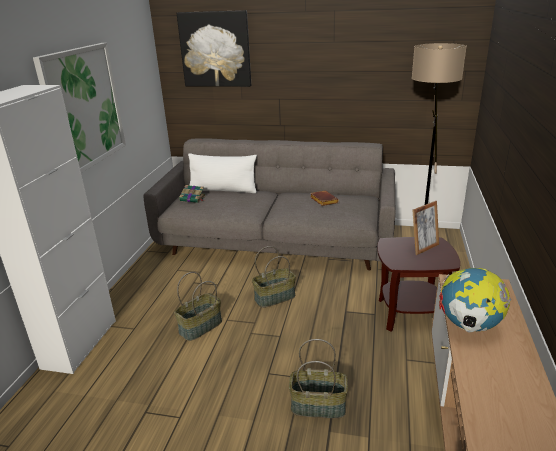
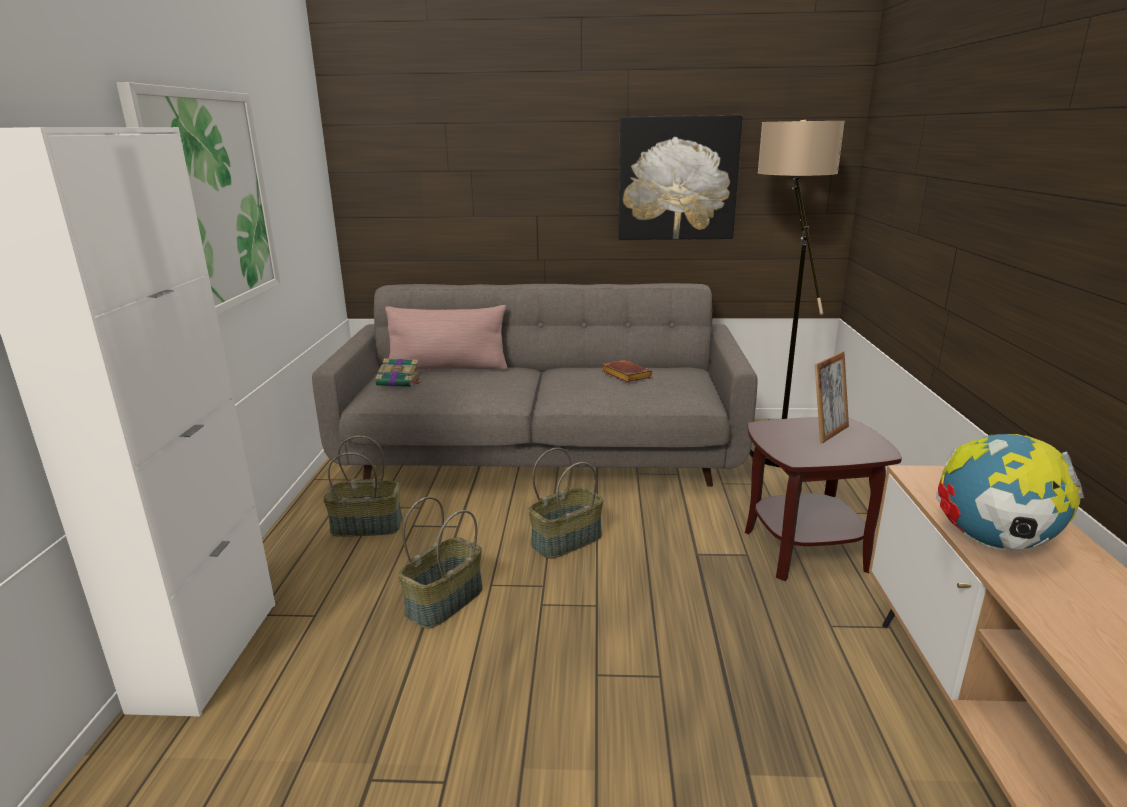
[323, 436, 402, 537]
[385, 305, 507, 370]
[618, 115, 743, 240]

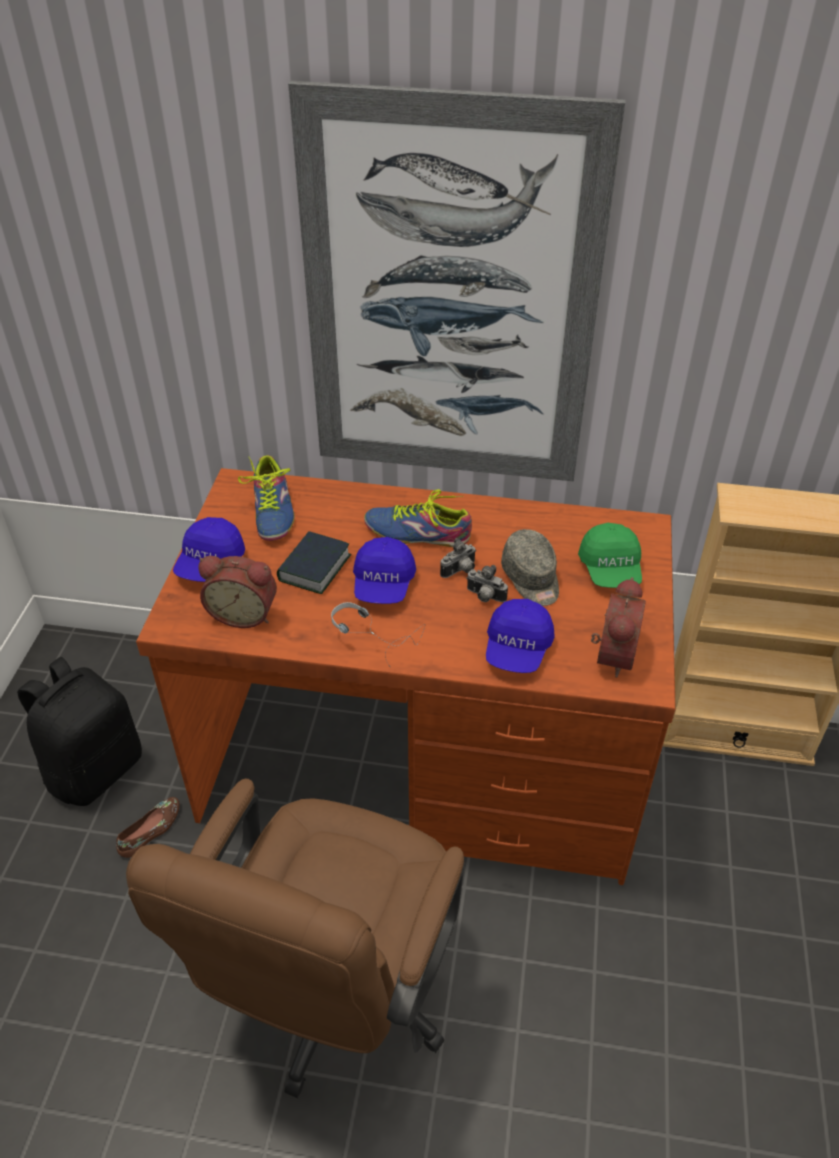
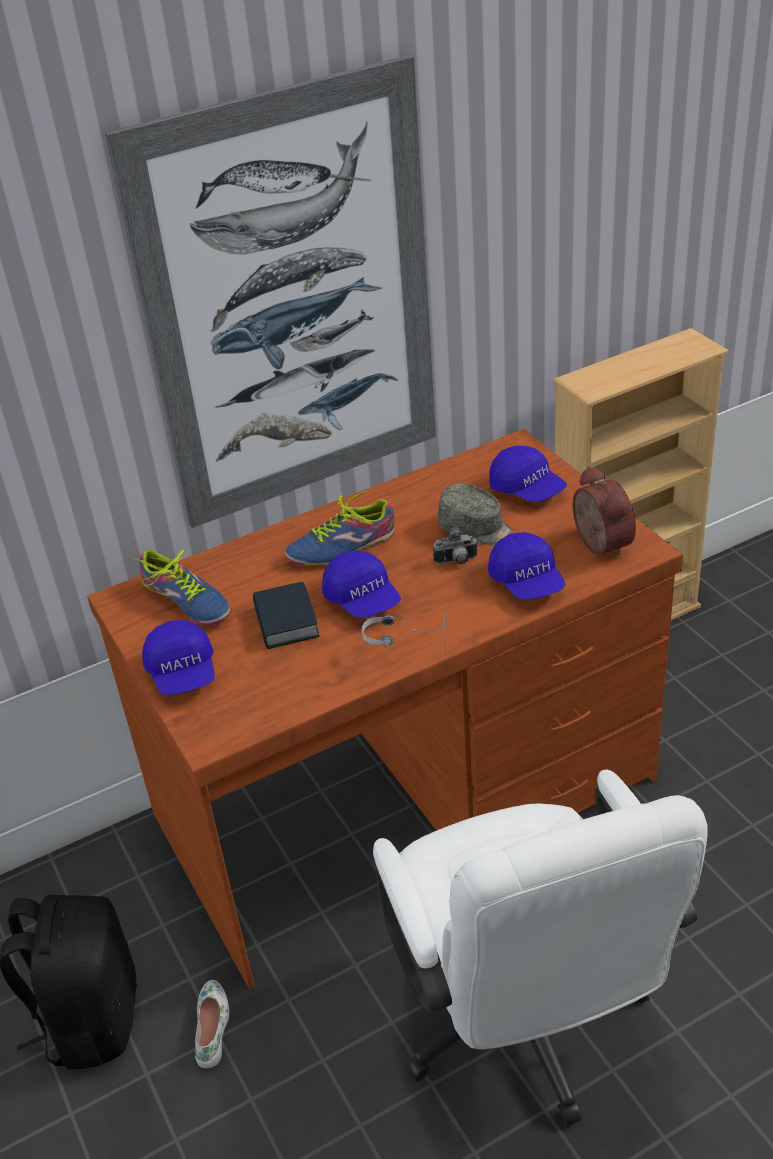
[195, 980, 229, 1068]
[372, 770, 708, 1126]
[489, 446, 567, 503]
[198, 556, 277, 628] (first image)
[440, 538, 476, 578] (first image)

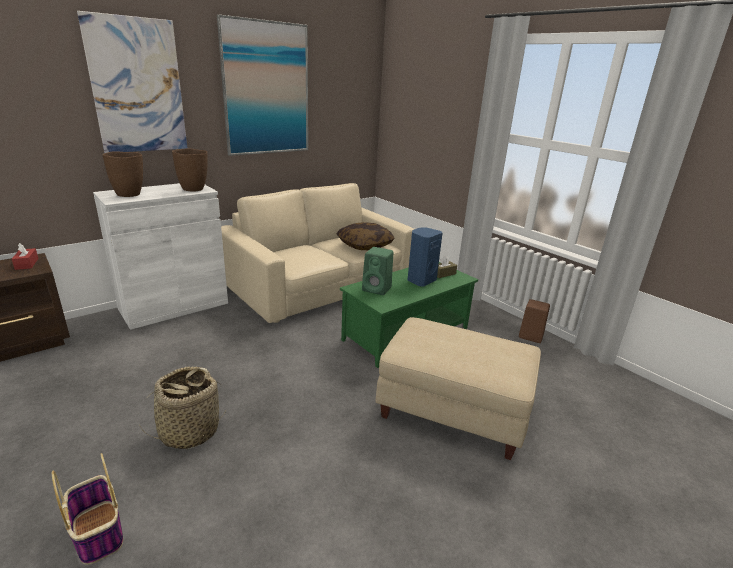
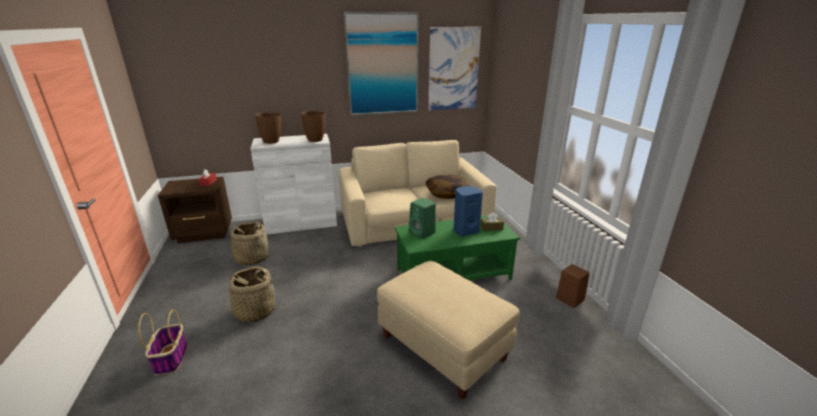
[230, 222, 270, 266]
[428, 27, 481, 110]

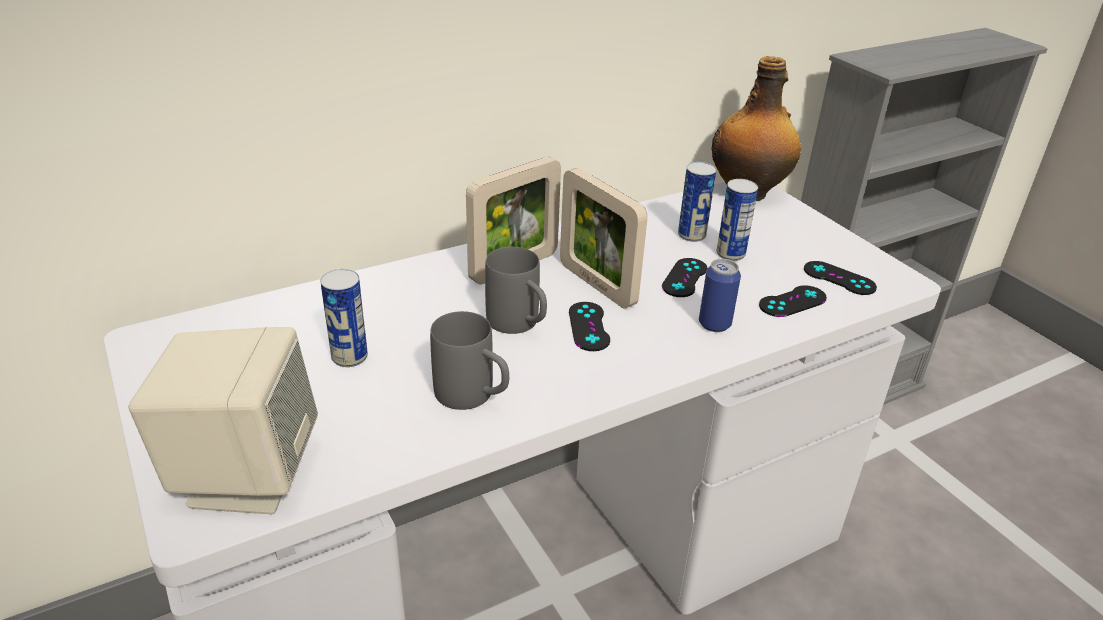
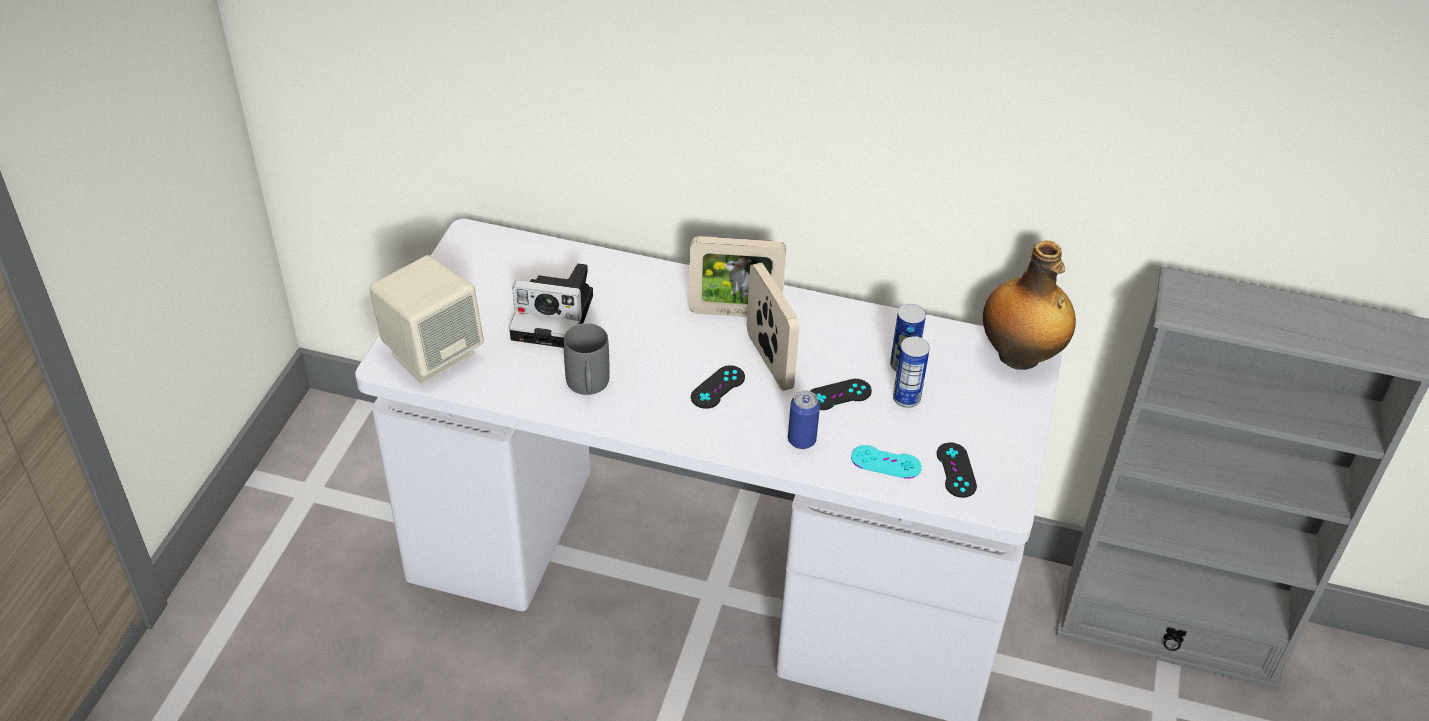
[509, 263, 593, 348]
[747, 262, 799, 391]
[851, 445, 922, 479]
[485, 247, 547, 334] (first image)

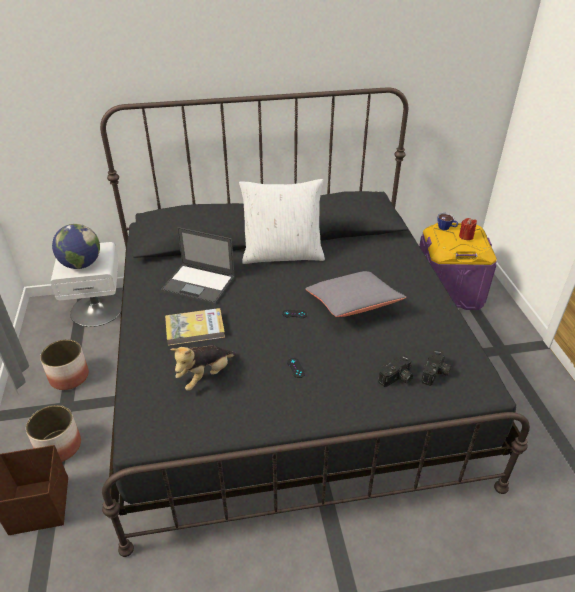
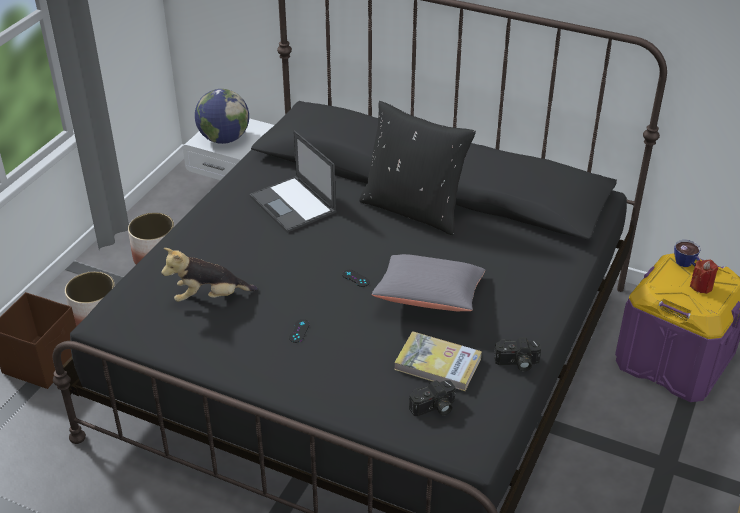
[359, 101, 476, 235]
[394, 331, 482, 391]
[494, 337, 541, 371]

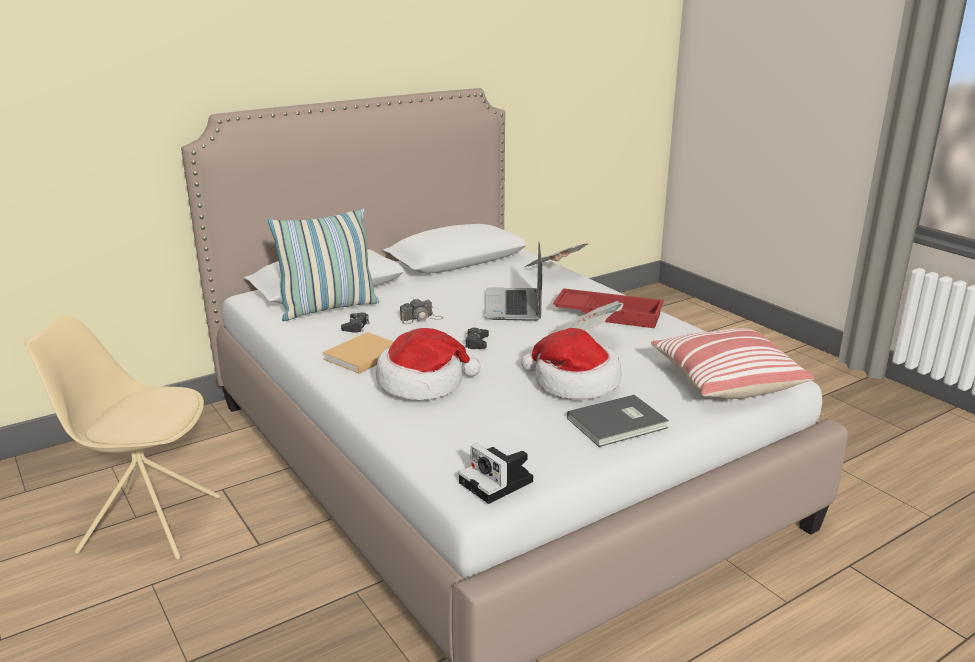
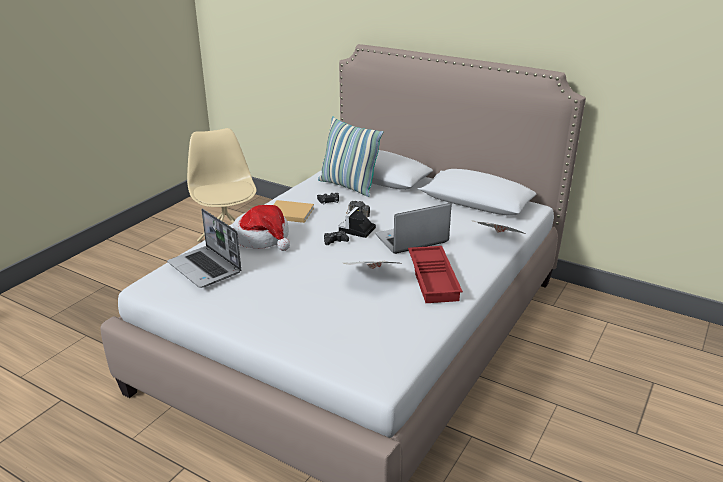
[167, 209, 241, 288]
[339, 207, 376, 238]
[521, 328, 621, 400] (first image)
[567, 395, 669, 447] (first image)
[651, 328, 814, 399] (first image)

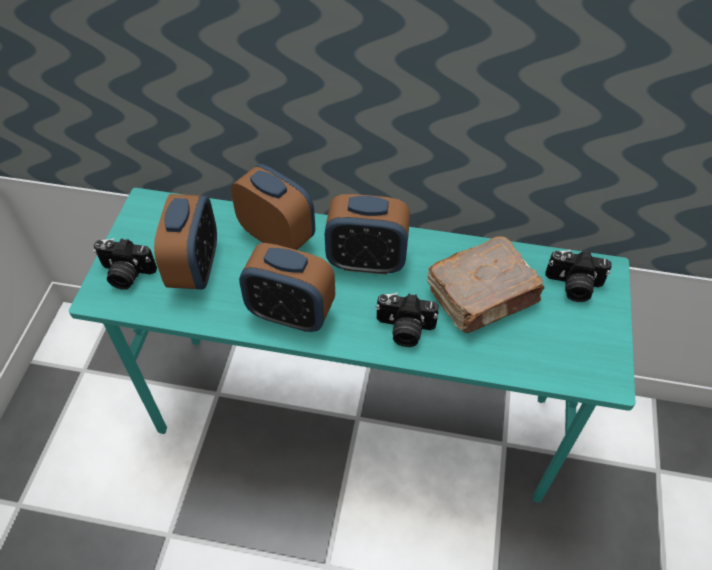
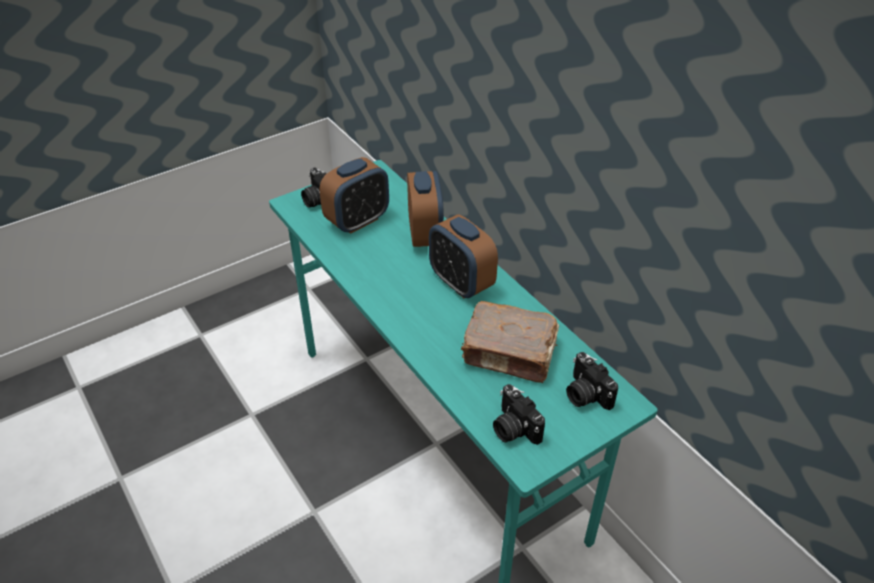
[493, 384, 545, 445]
[239, 243, 335, 332] (first image)

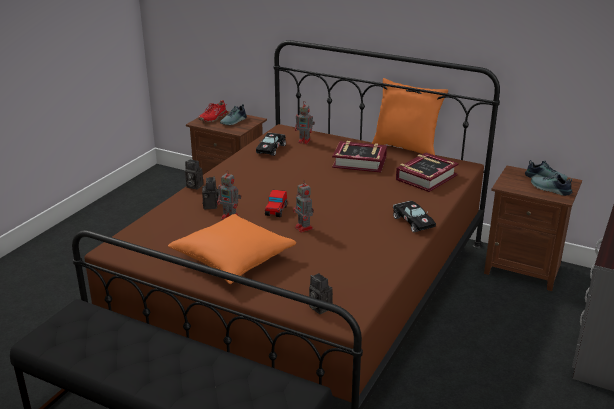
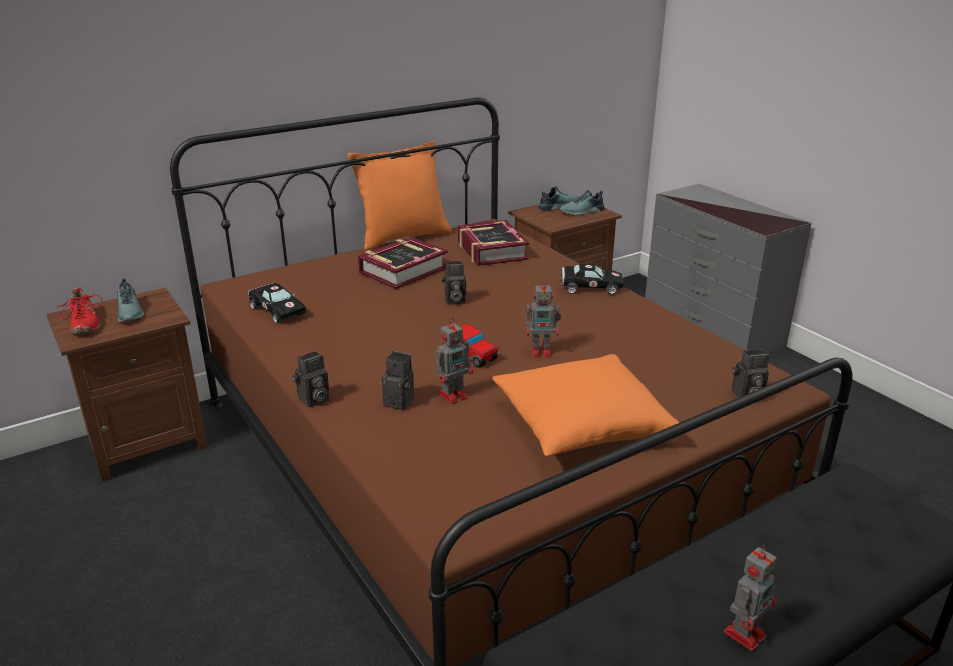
[441, 261, 466, 305]
[724, 545, 777, 651]

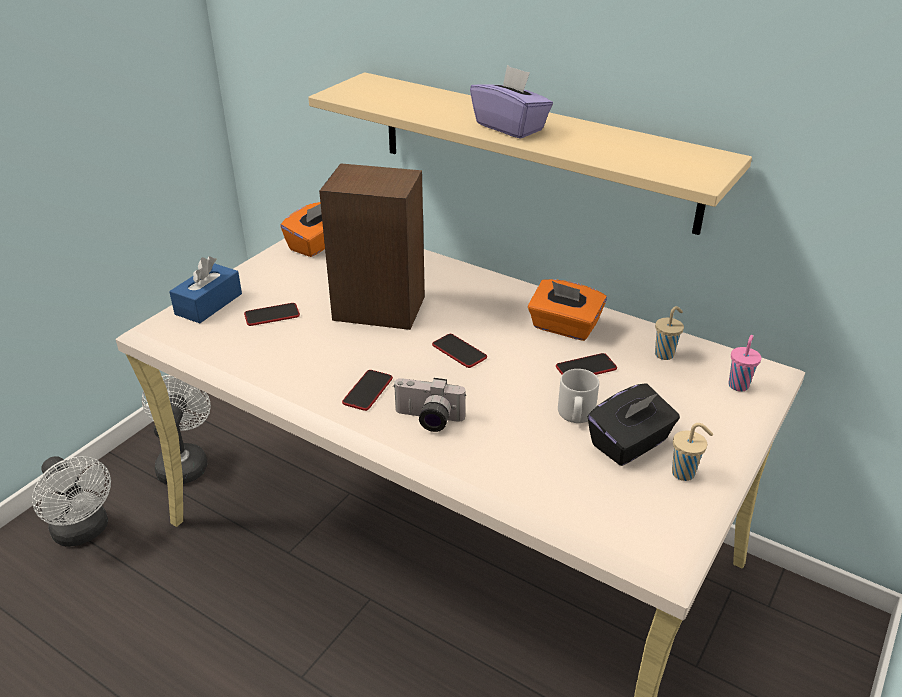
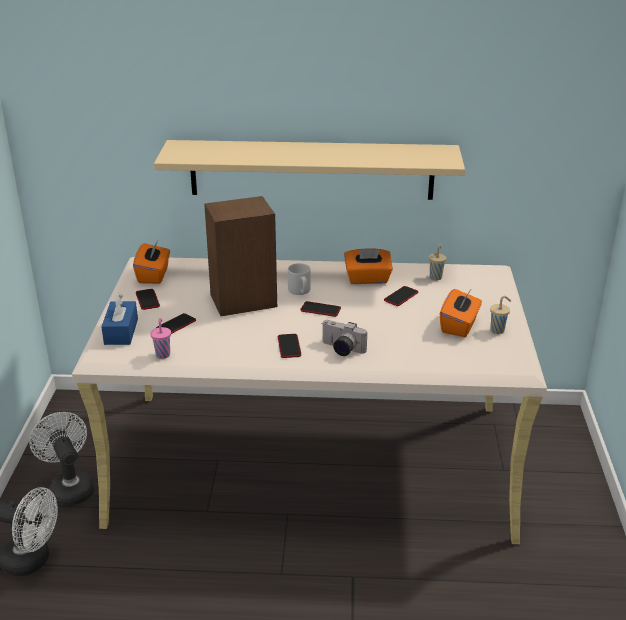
[136, 289, 160, 310]
[150, 318, 171, 359]
[288, 263, 311, 295]
[323, 320, 367, 356]
[440, 289, 482, 337]
[470, 65, 553, 139] (first image)

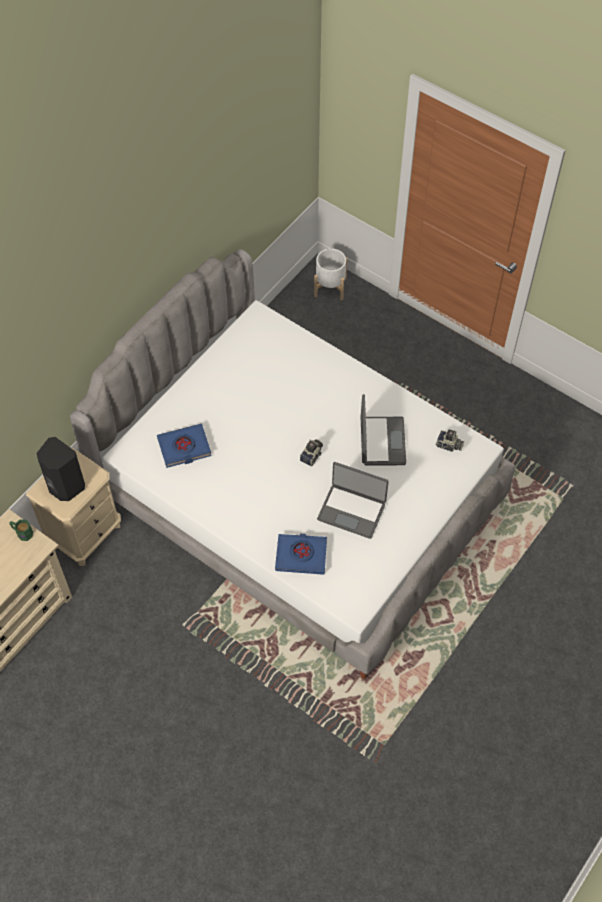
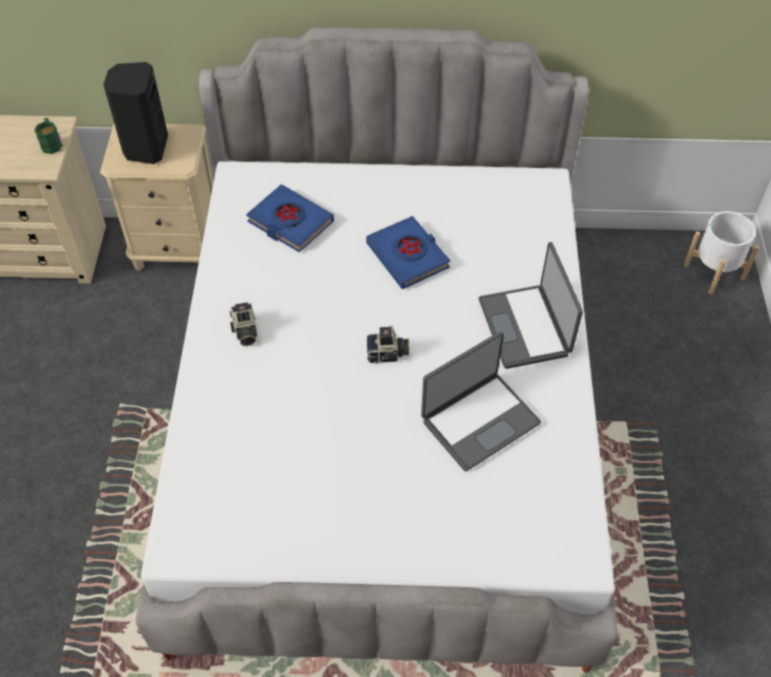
[230, 302, 258, 346]
[366, 216, 450, 289]
[479, 242, 583, 369]

